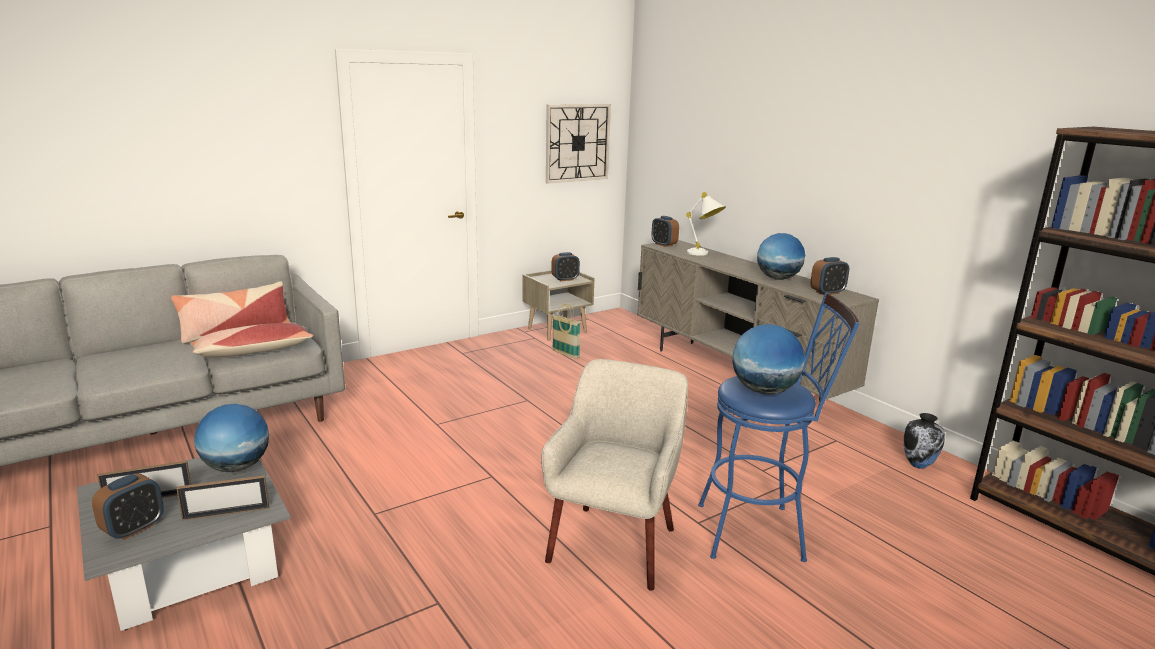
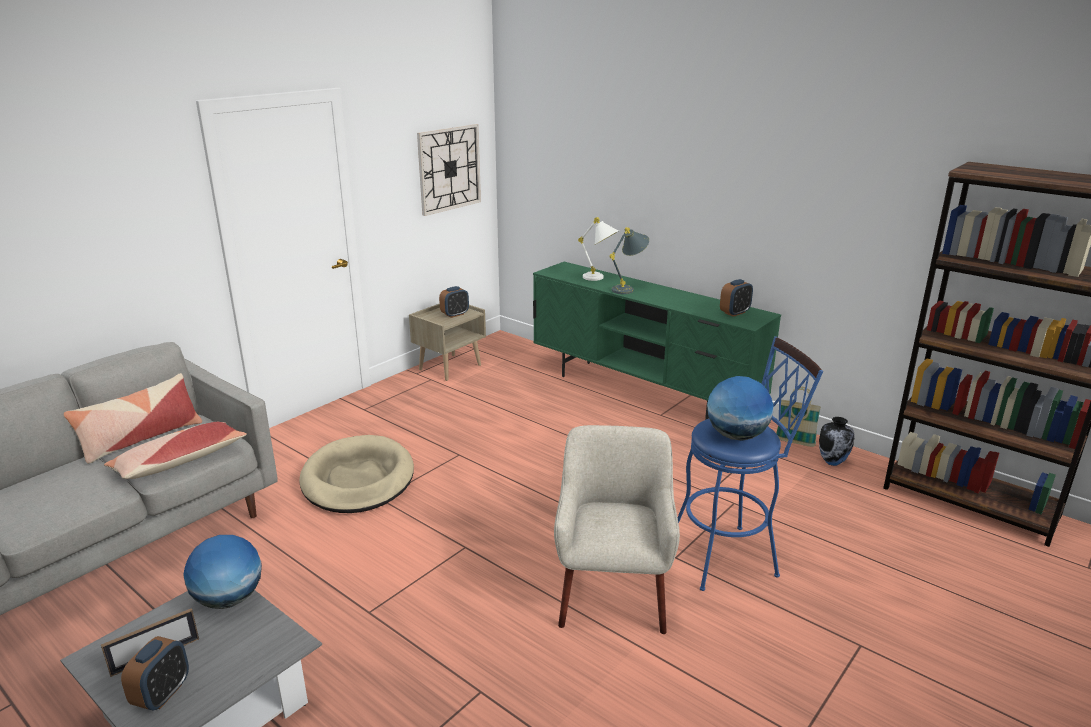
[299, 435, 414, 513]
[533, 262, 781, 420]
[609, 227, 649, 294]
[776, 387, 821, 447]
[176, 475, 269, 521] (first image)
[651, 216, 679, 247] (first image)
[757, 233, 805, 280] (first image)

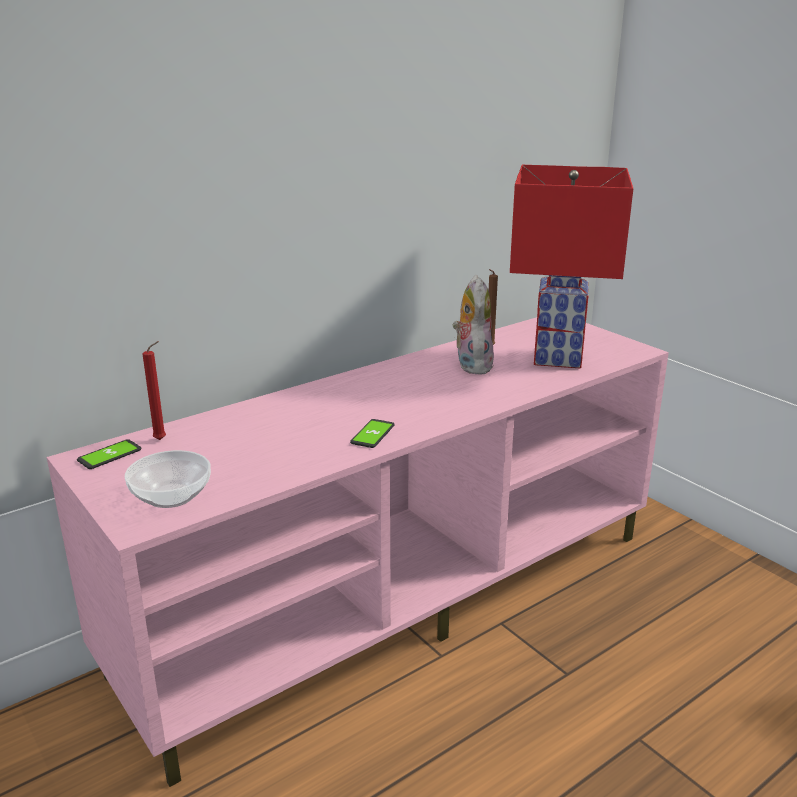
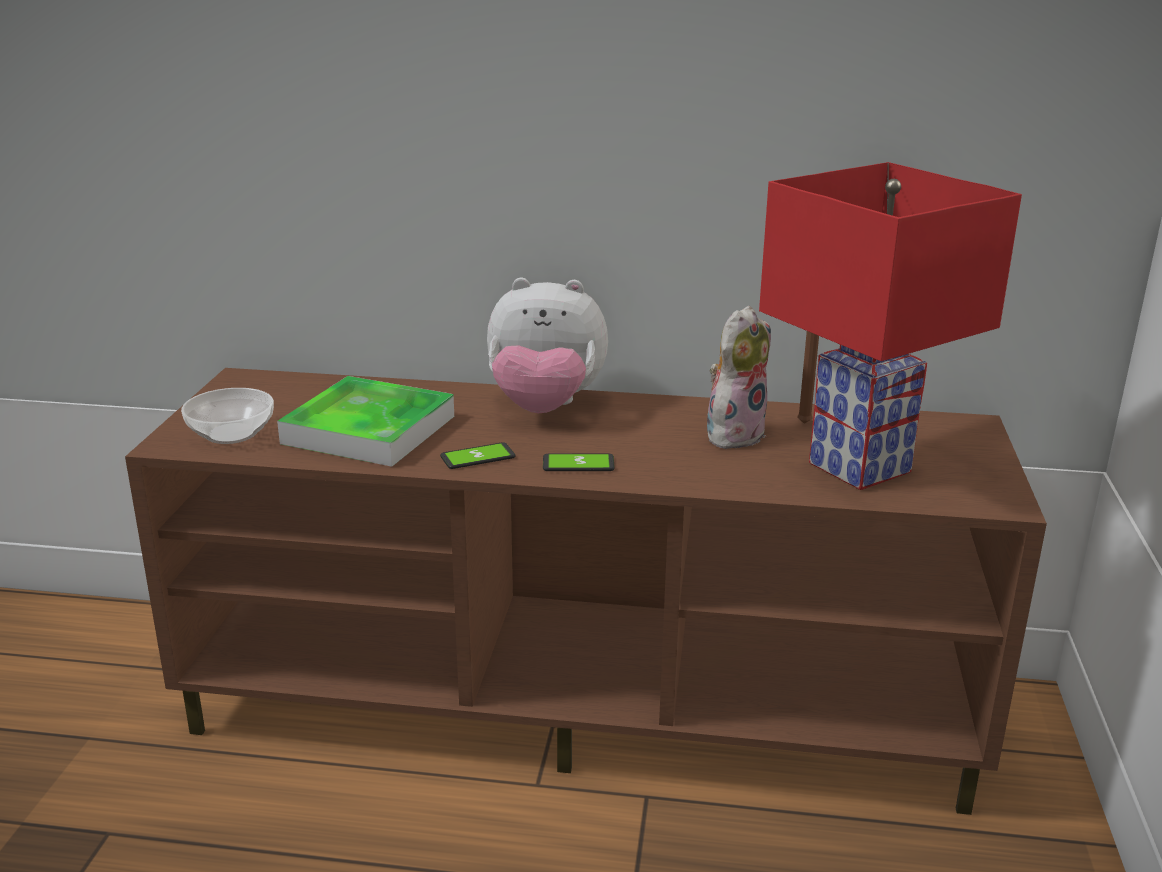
[125, 368, 1047, 815]
[277, 376, 454, 467]
[487, 278, 608, 413]
[543, 454, 615, 471]
[143, 341, 166, 440] (first image)

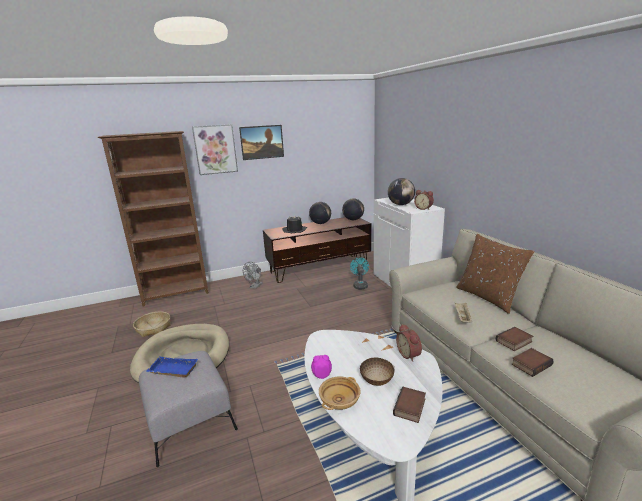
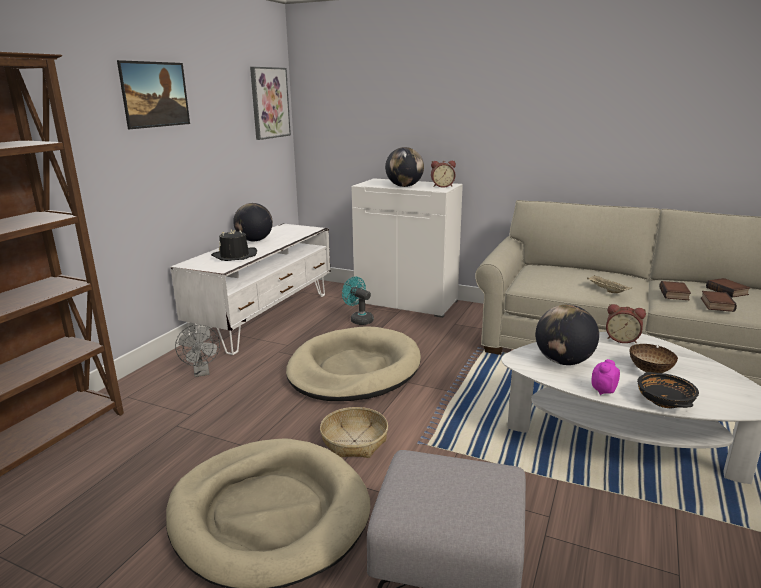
[170, 224, 330, 355]
[250, 67, 291, 140]
[286, 326, 421, 401]
[320, 407, 388, 458]
[536, 305, 599, 365]
[637, 372, 699, 408]
[706, 278, 750, 298]
[146, 356, 198, 378] (first image)
[456, 234, 535, 314] (first image)

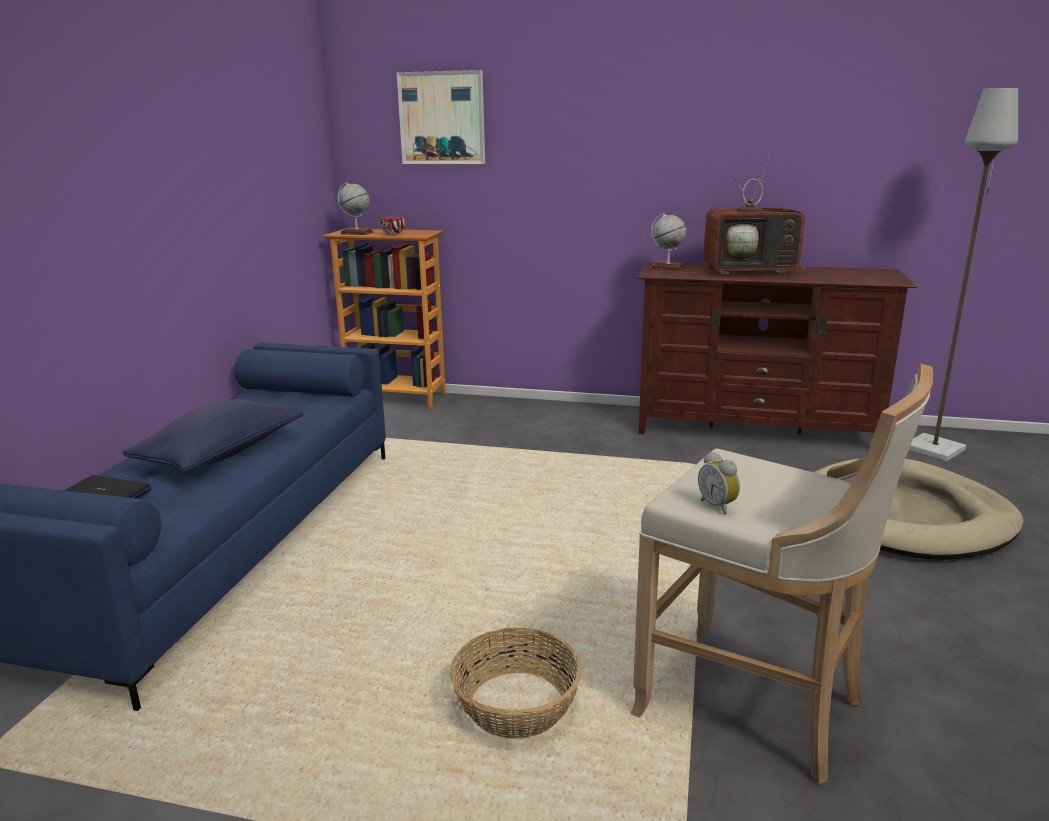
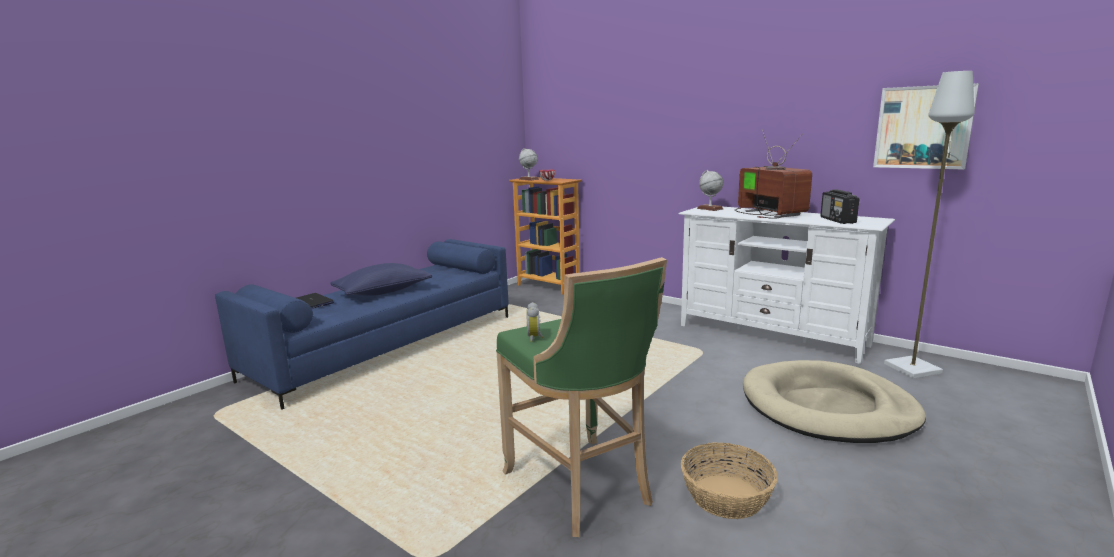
[496, 257, 667, 537]
[678, 207, 895, 364]
[681, 442, 777, 519]
[735, 129, 812, 219]
[820, 189, 859, 224]
[873, 83, 979, 170]

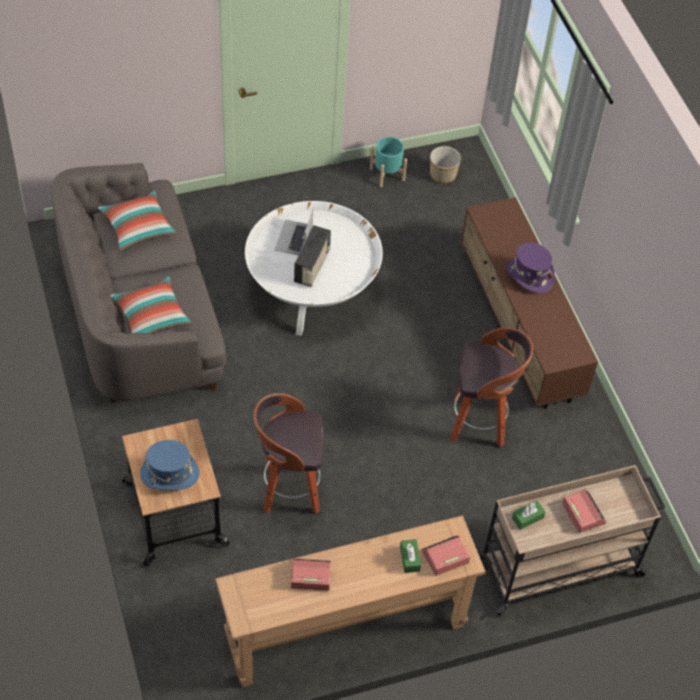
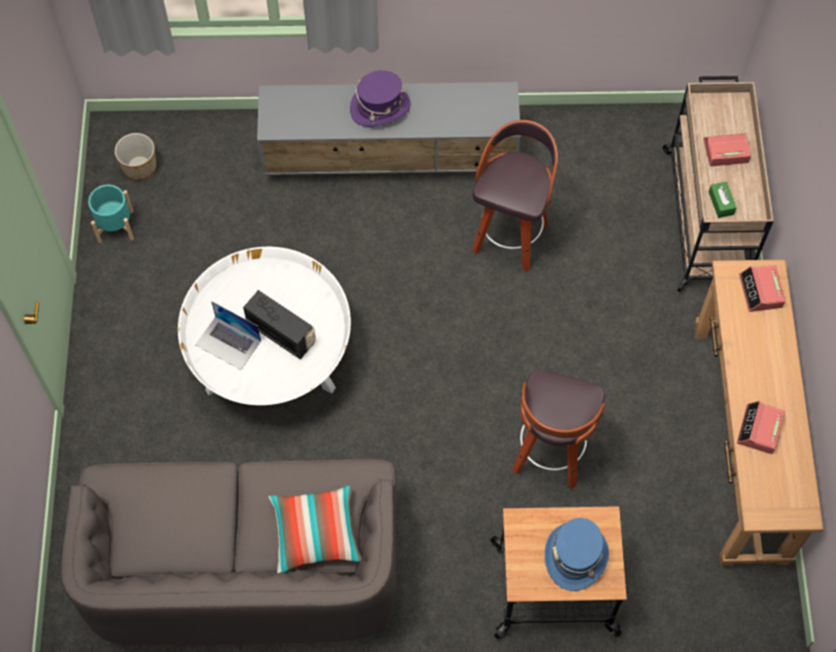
[257, 82, 521, 175]
[98, 191, 176, 251] (first image)
[400, 539, 421, 573] (first image)

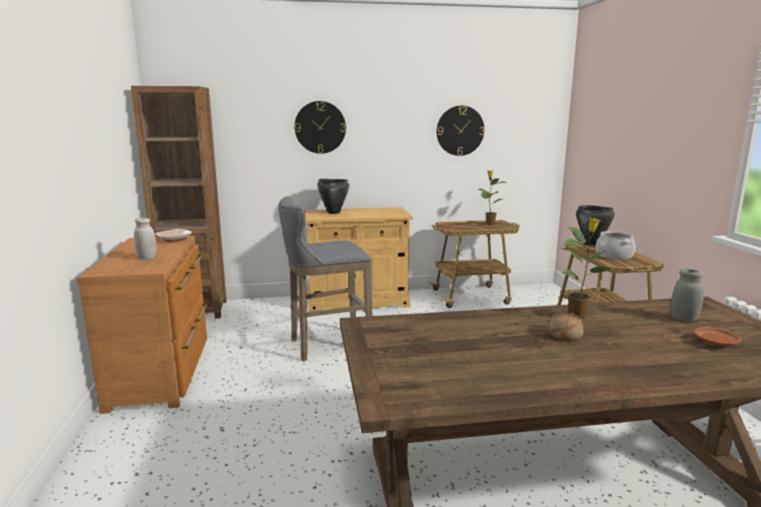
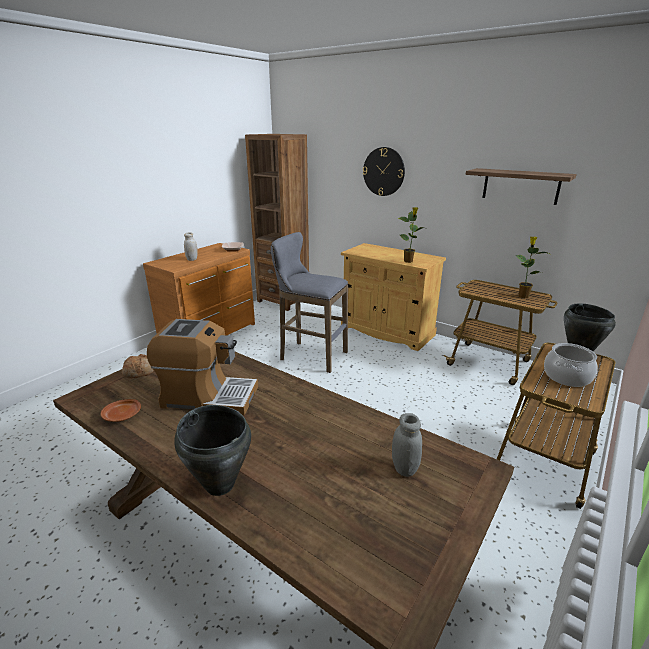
[101, 399, 141, 422]
[122, 354, 154, 378]
[147, 319, 258, 415]
[175, 405, 251, 496]
[398, 207, 424, 263]
[466, 168, 577, 205]

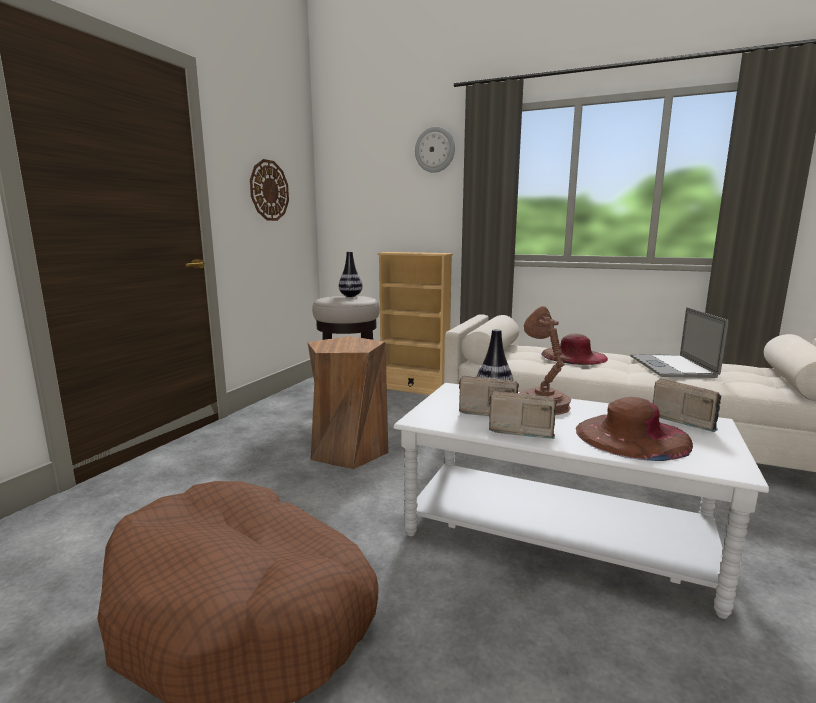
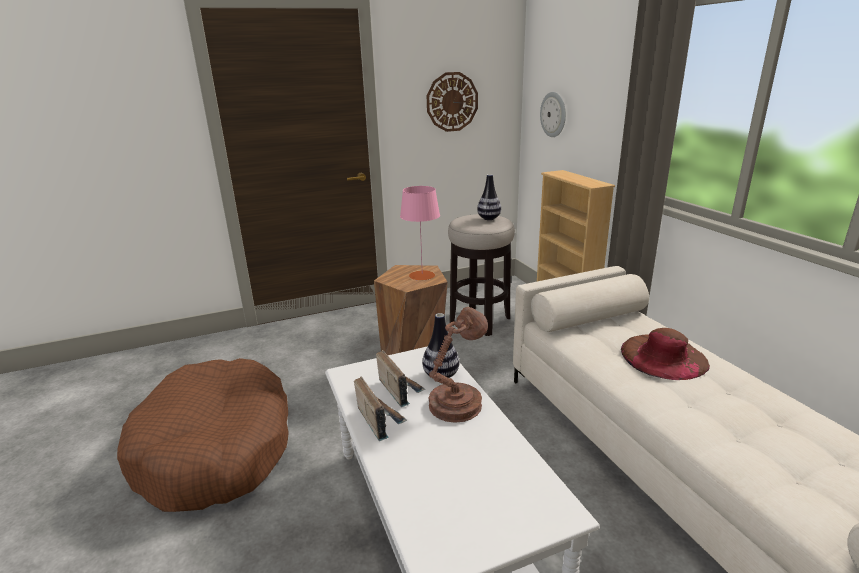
[400, 186, 440, 280]
[540, 92, 566, 137]
[575, 397, 693, 461] (first image)
[630, 307, 728, 378] (first image)
[653, 378, 721, 432] (first image)

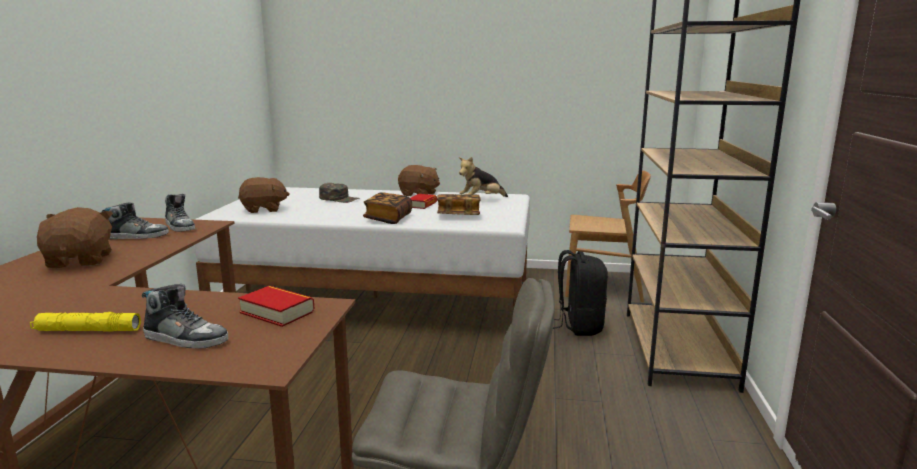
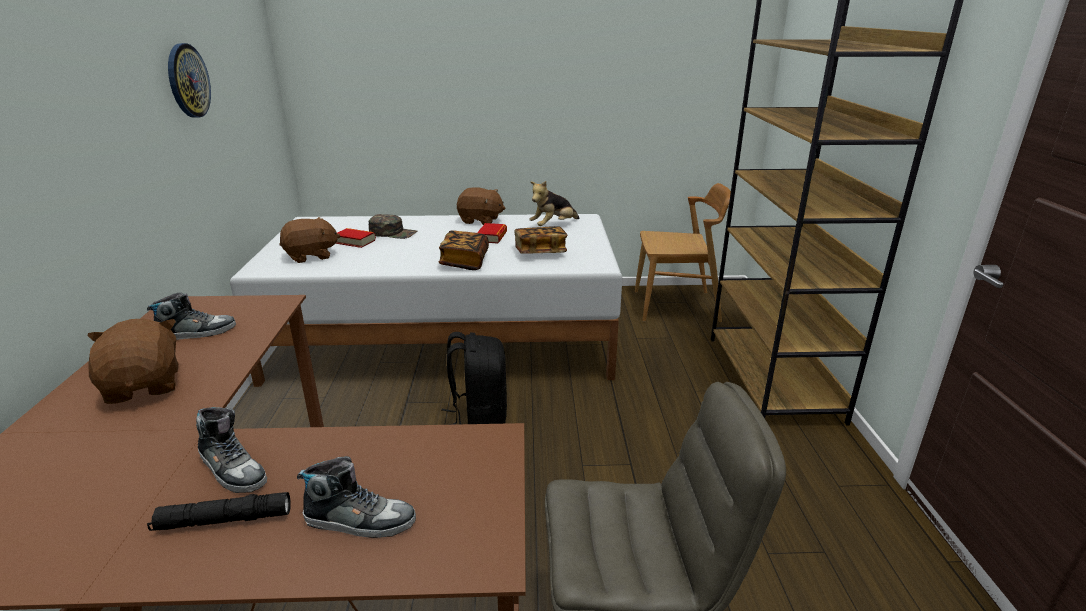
[147, 492, 291, 531]
[168, 43, 211, 118]
[196, 407, 267, 493]
[336, 228, 376, 248]
[441, 332, 507, 425]

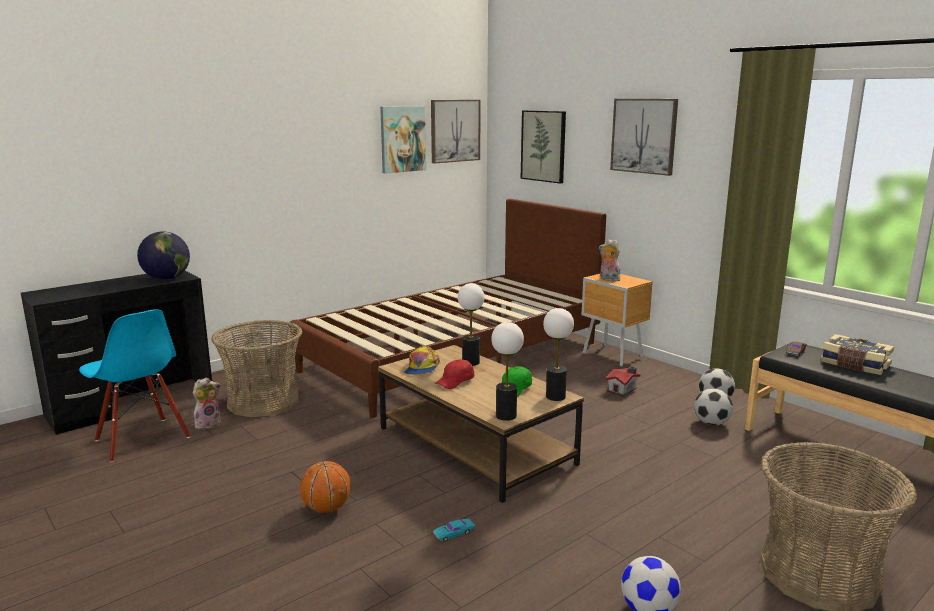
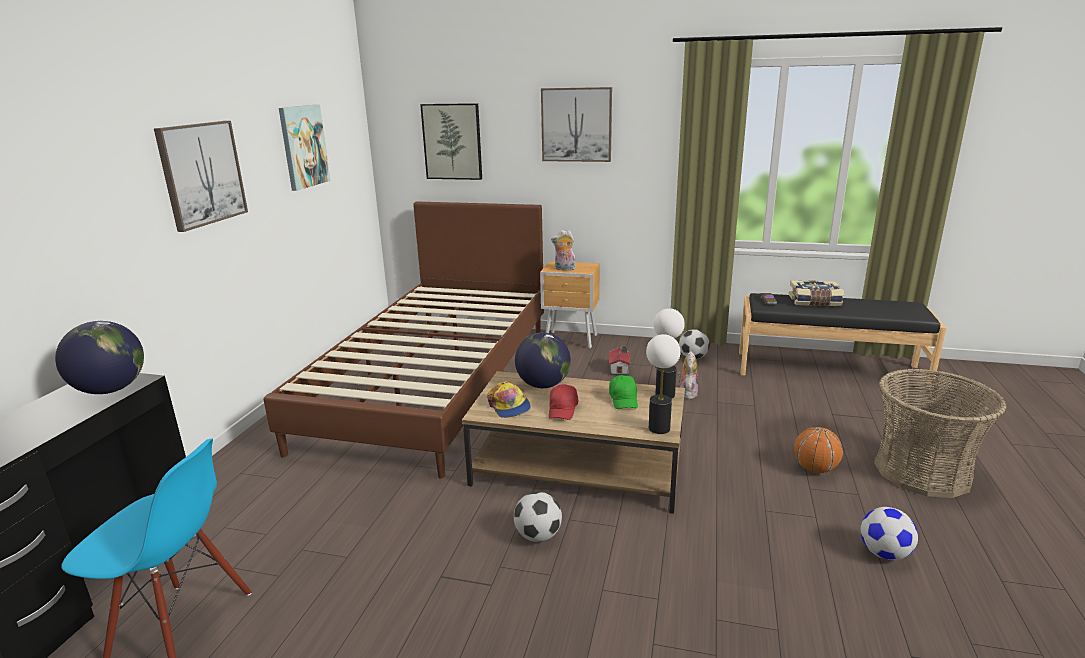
[154, 121, 248, 232]
[514, 492, 562, 542]
[515, 332, 571, 388]
[678, 351, 698, 399]
[794, 427, 843, 473]
[211, 320, 303, 417] (first image)
[433, 519, 475, 542] (first image)

